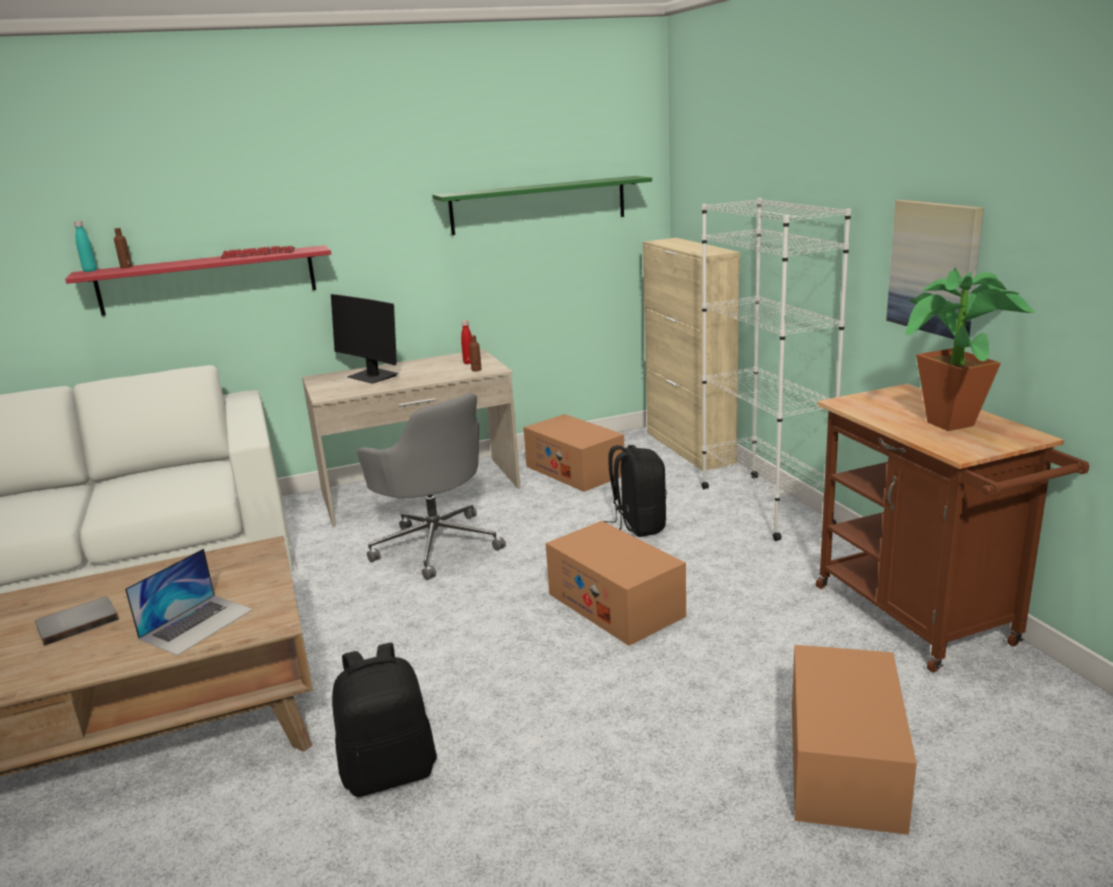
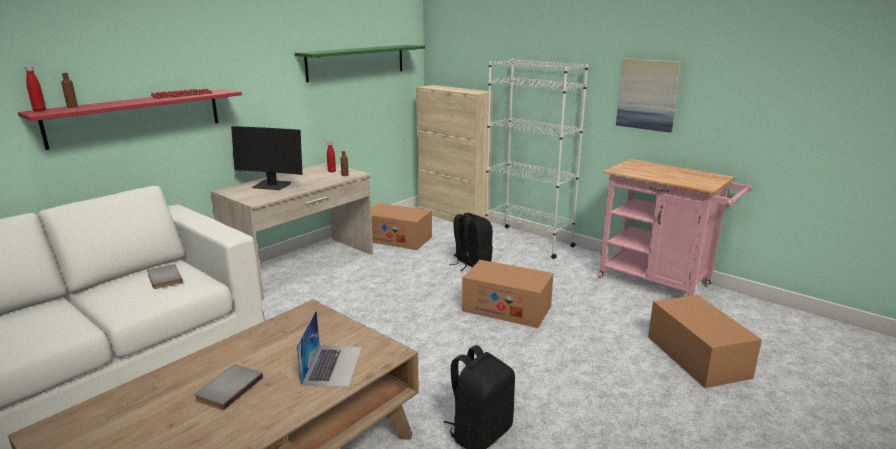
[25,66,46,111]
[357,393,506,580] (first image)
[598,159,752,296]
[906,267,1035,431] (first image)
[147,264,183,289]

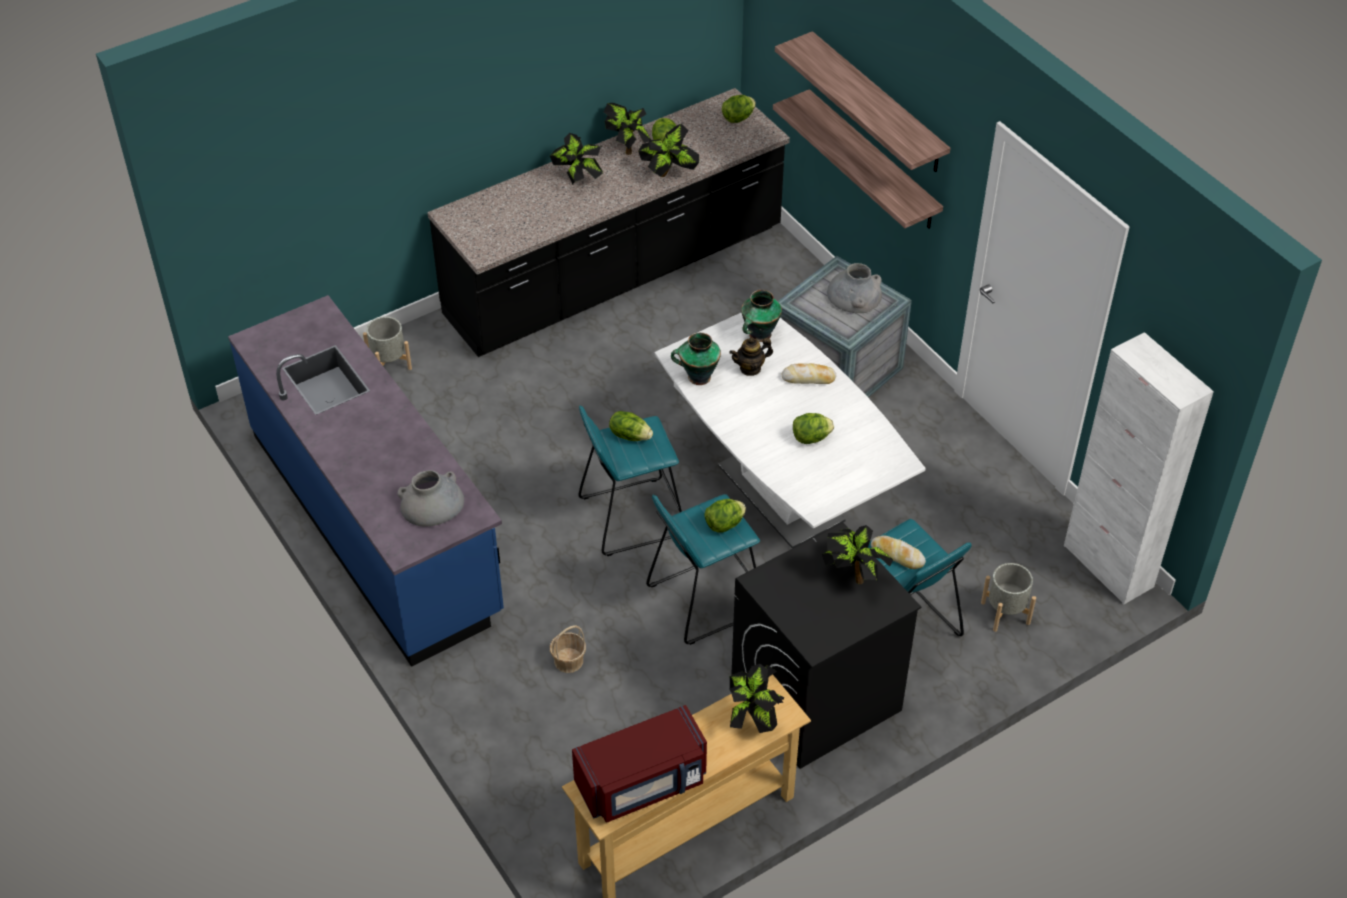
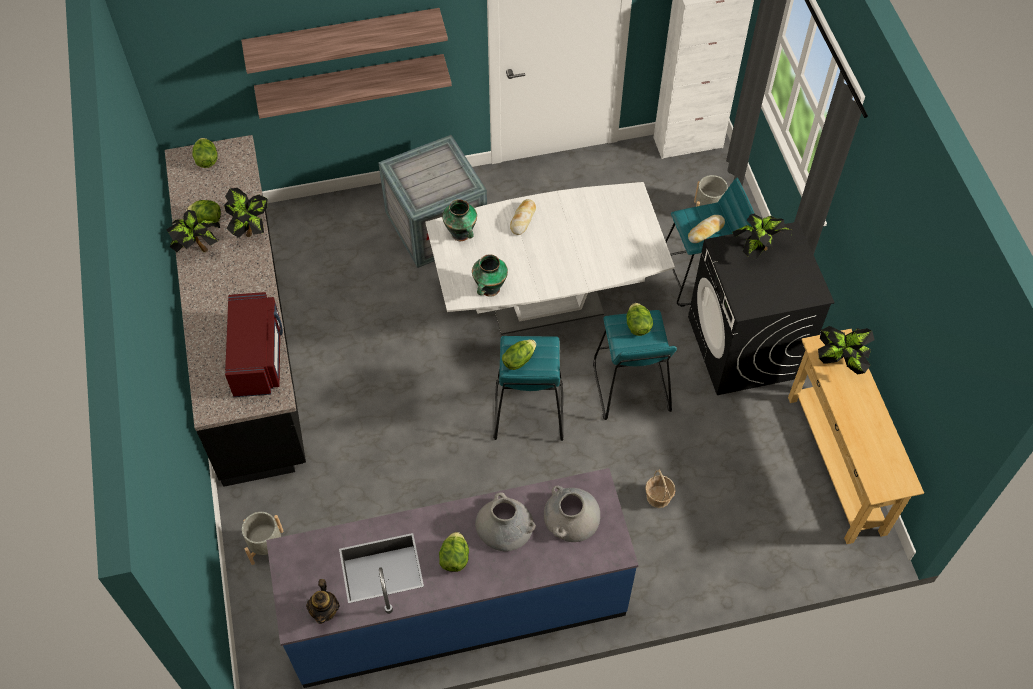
[550,133,603,184] (first image)
[225,292,283,397]
[306,579,339,624]
[439,532,469,572]
[475,492,536,551]

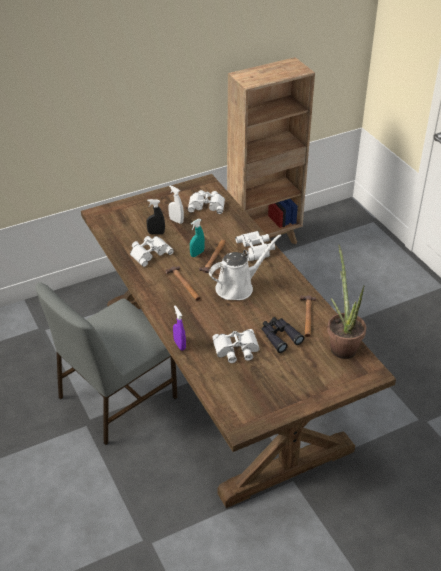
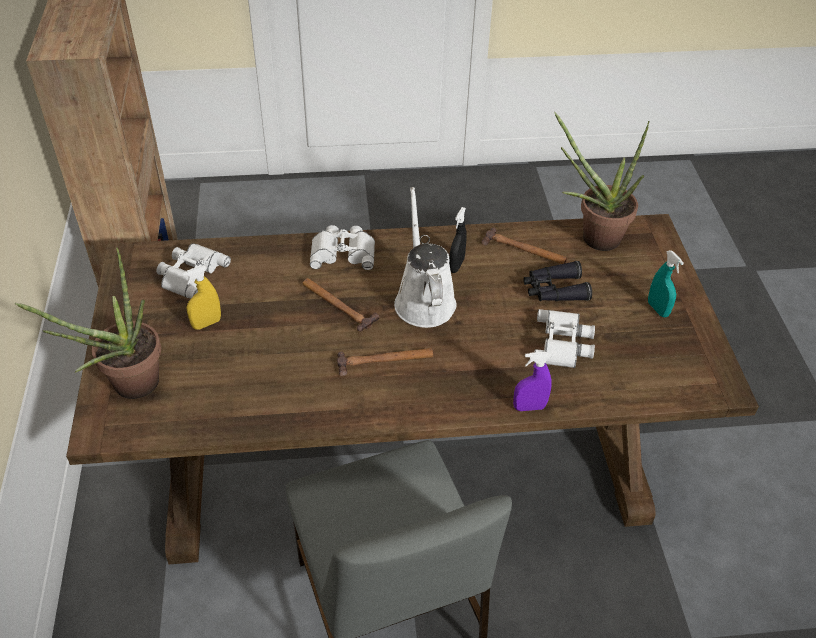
[130,236,174,267] (first image)
[449,207,467,273]
[183,266,221,330]
[648,250,684,317]
[15,248,161,399]

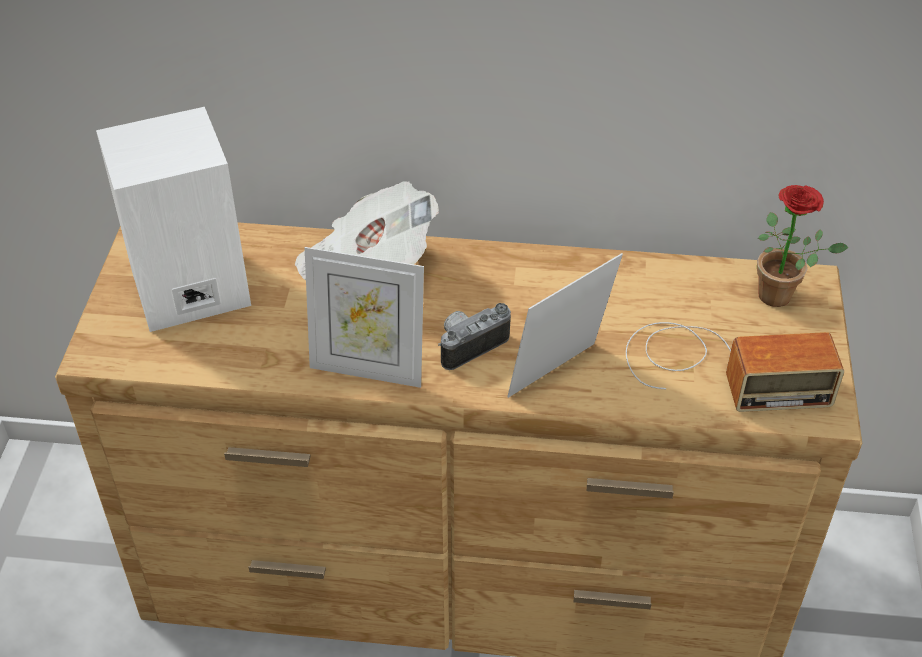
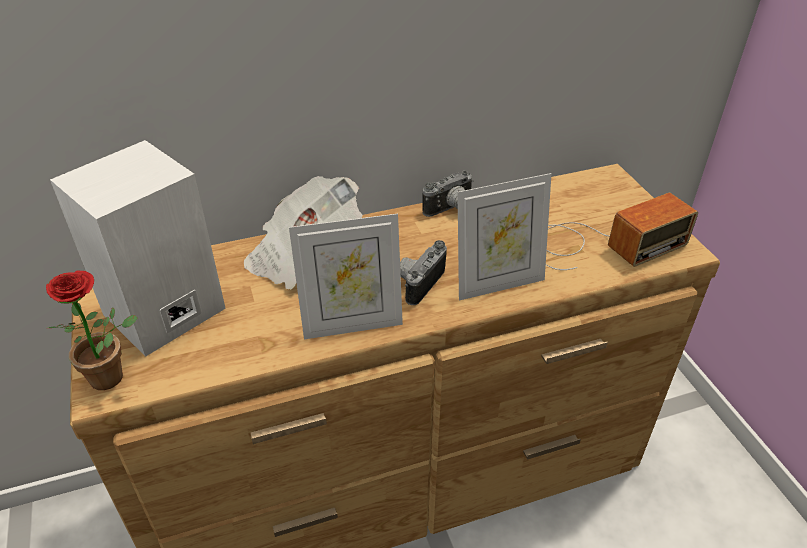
[458,173,551,301]
[46,271,138,390]
[422,171,473,217]

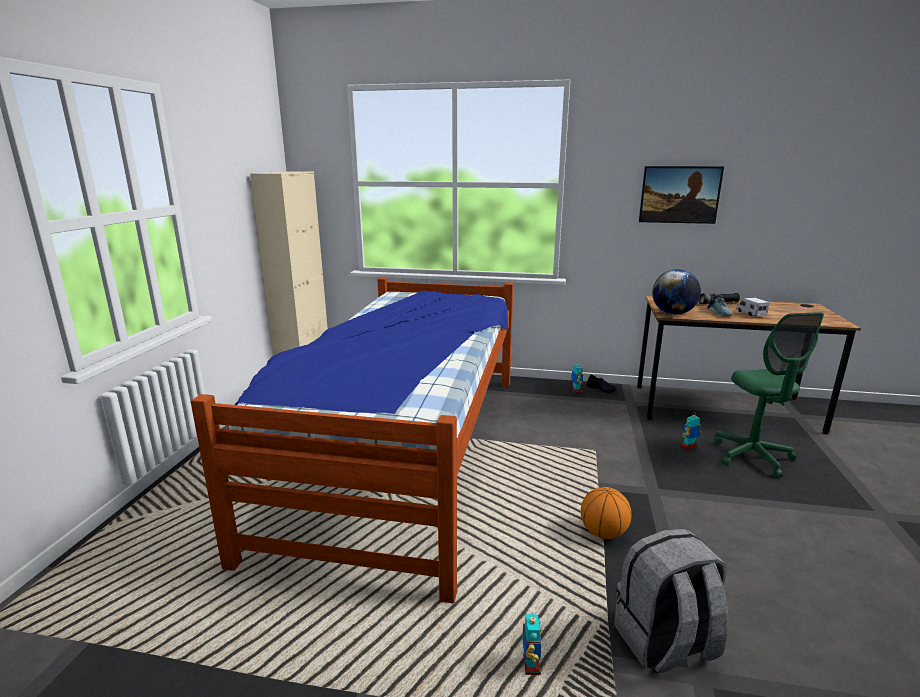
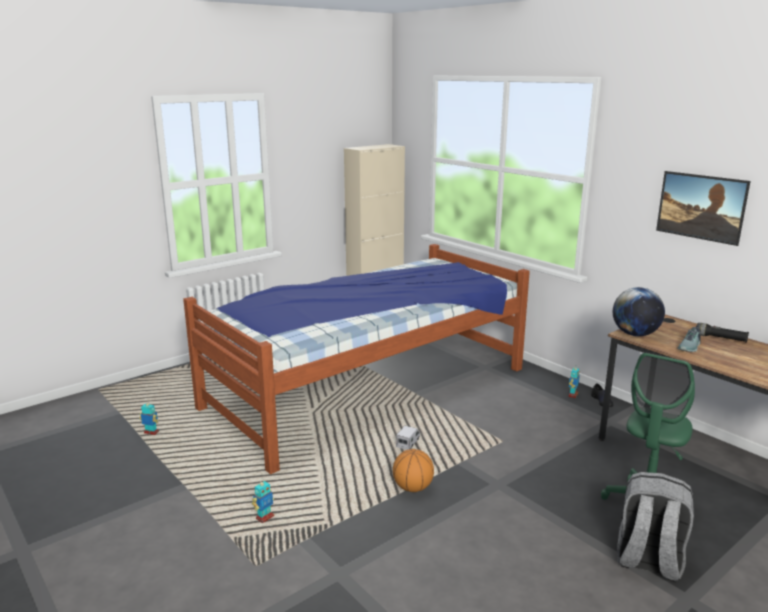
[617,472,694,582]
[140,400,159,435]
[396,426,420,450]

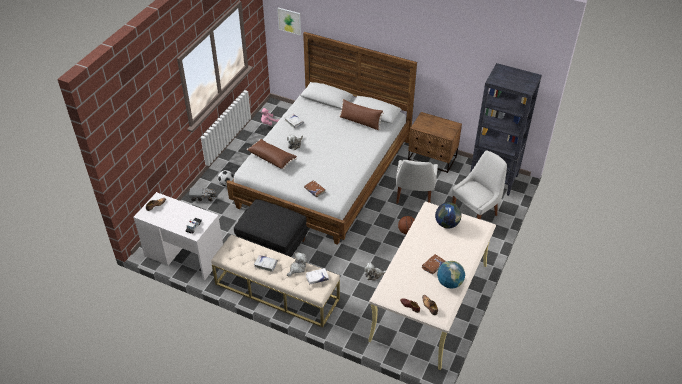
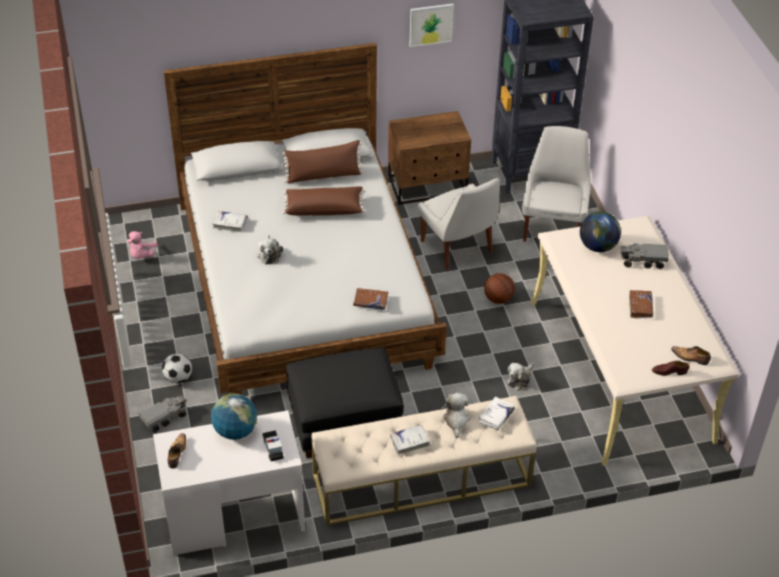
[282,187,365,215]
[410,4,454,47]
[211,393,257,440]
[620,244,669,269]

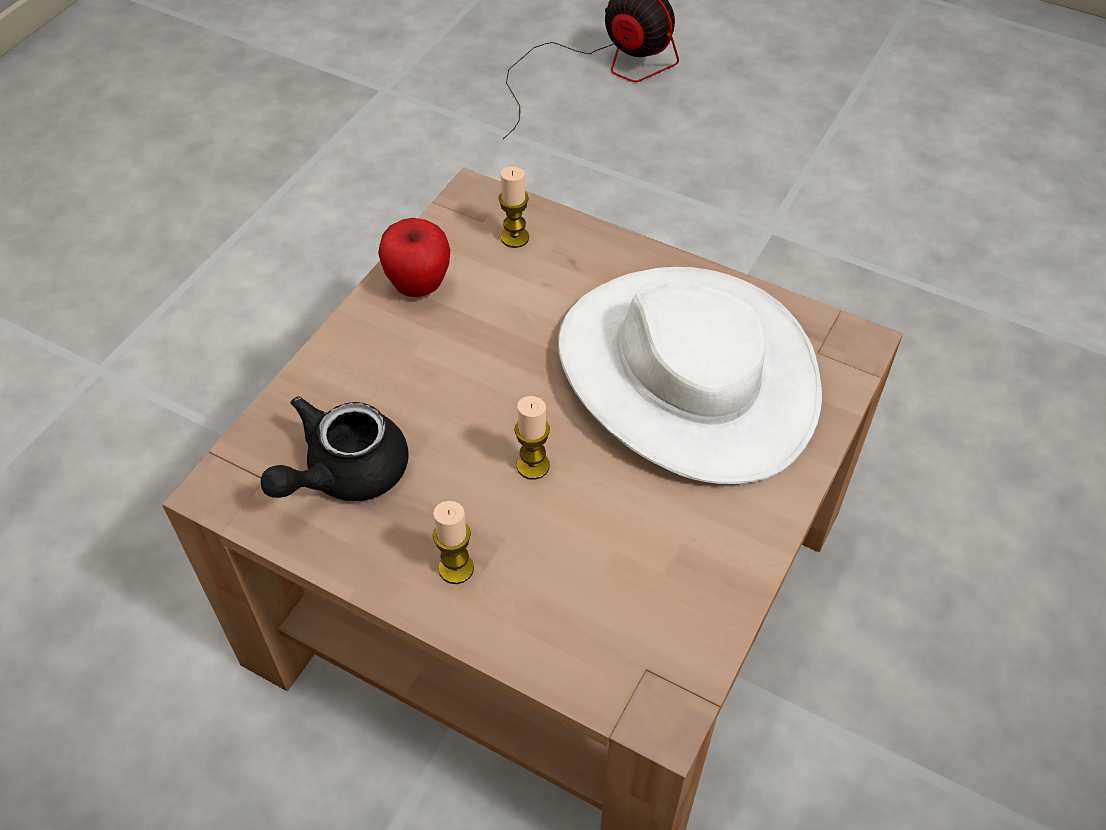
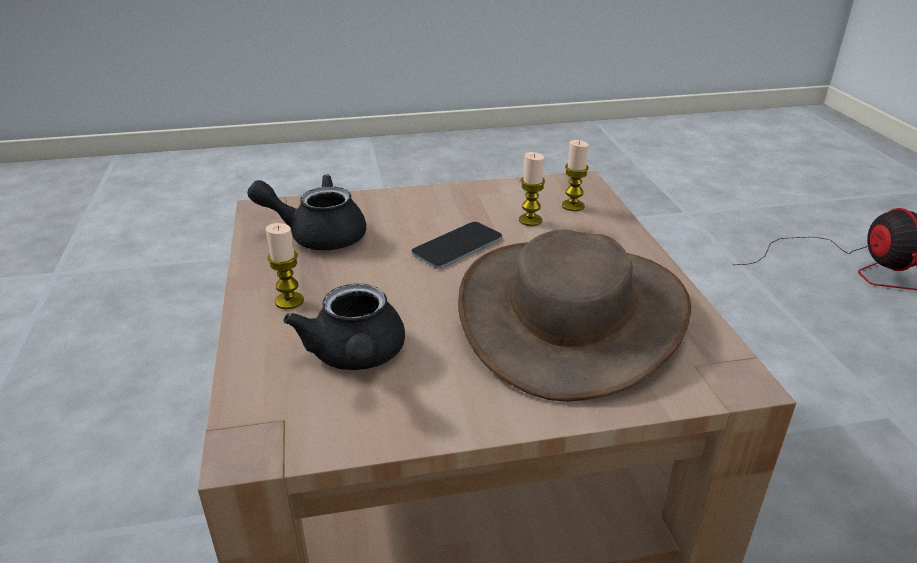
[378,218,451,297] (first image)
[519,152,545,226]
[458,230,691,402]
[283,284,405,370]
[411,222,502,269]

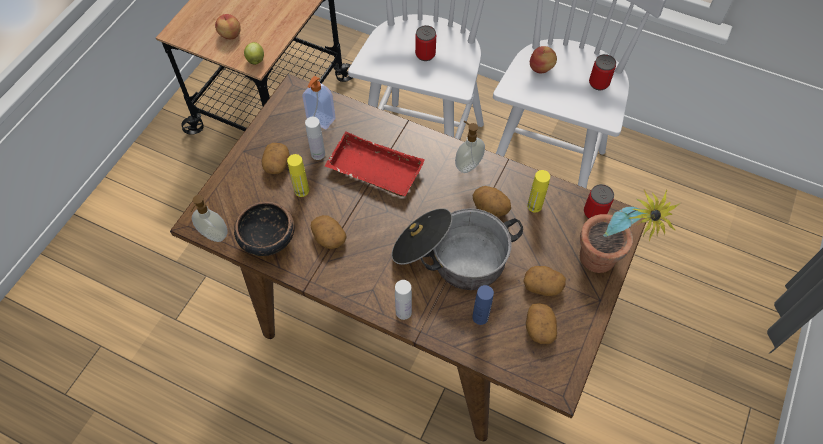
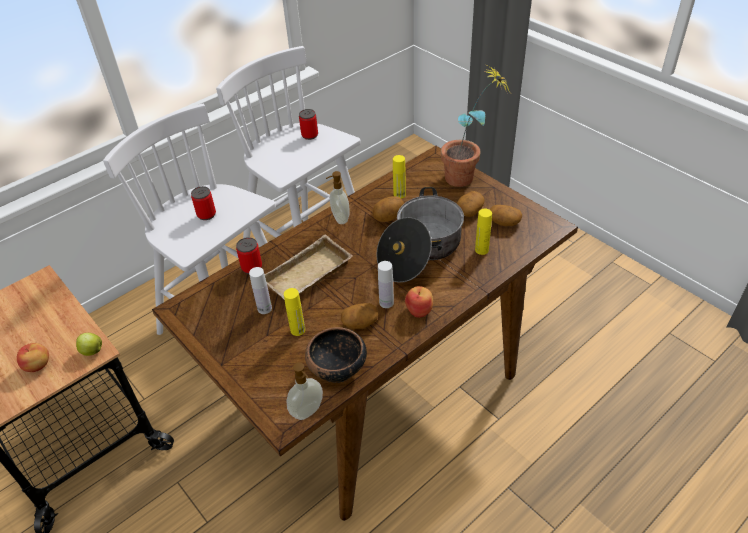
[262,143,290,174] (first image)
[302,76,336,130] (first image)
[265,235,353,299]
[378,261,394,308]
[475,209,492,255]
[405,286,433,318]
[236,237,262,274]

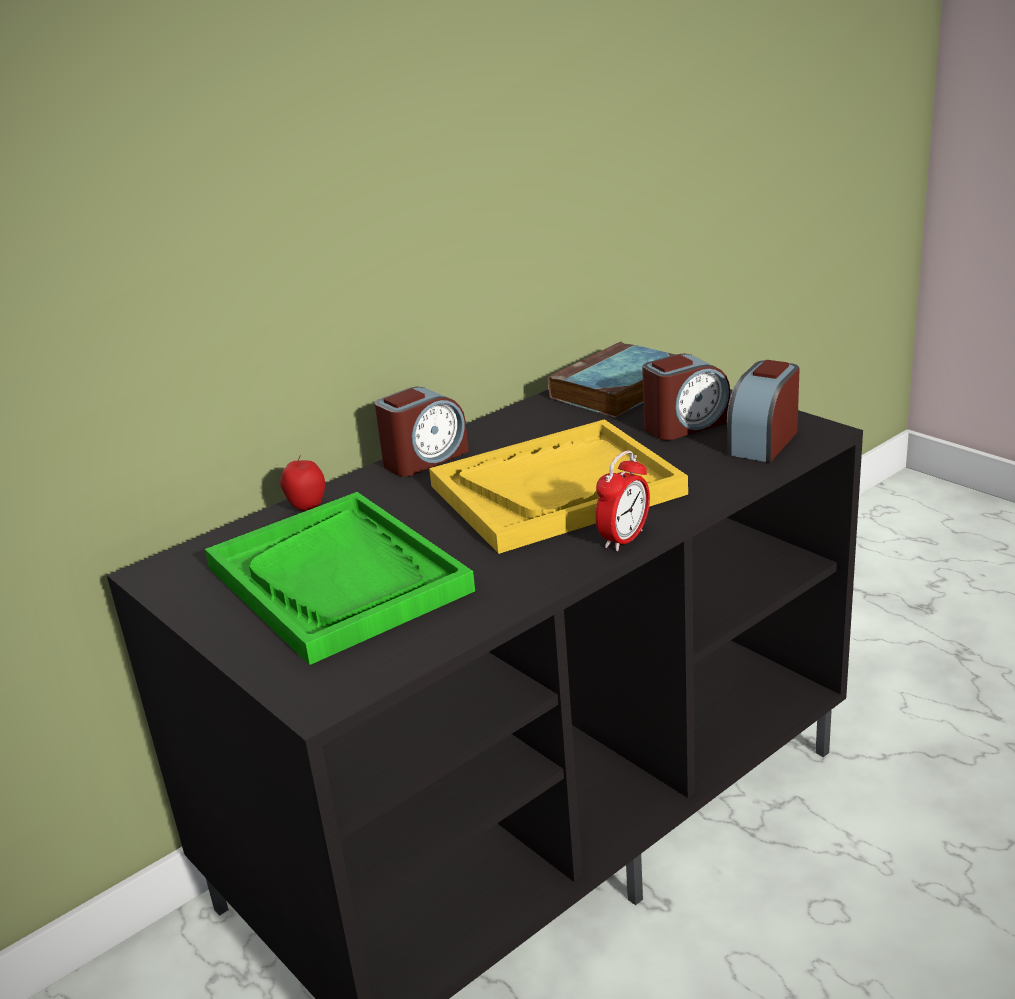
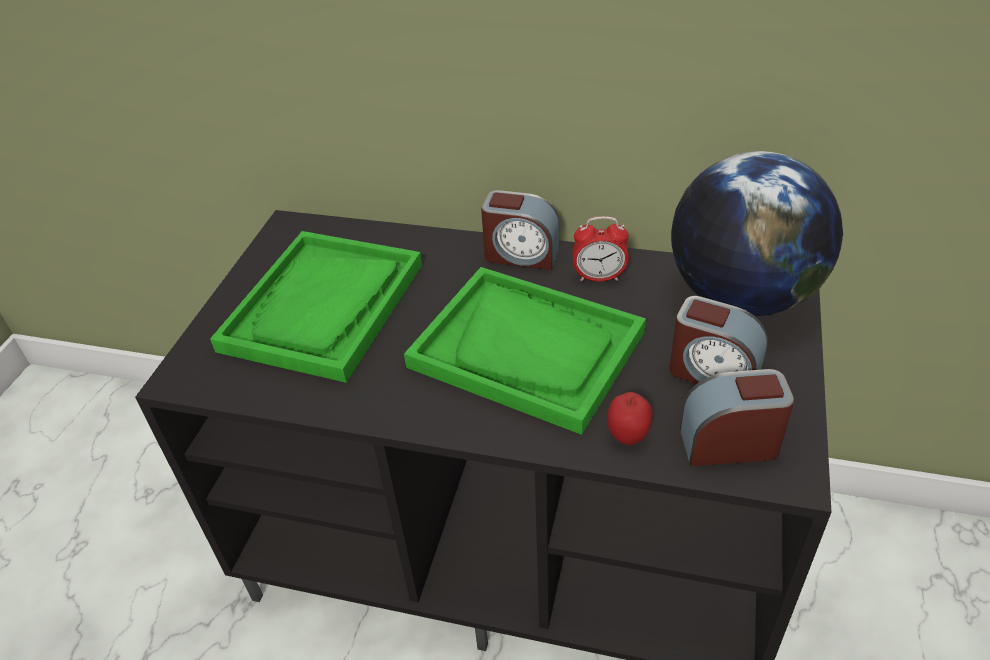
[607,392,652,445]
[404,267,646,435]
[671,151,843,316]
[573,216,629,282]

